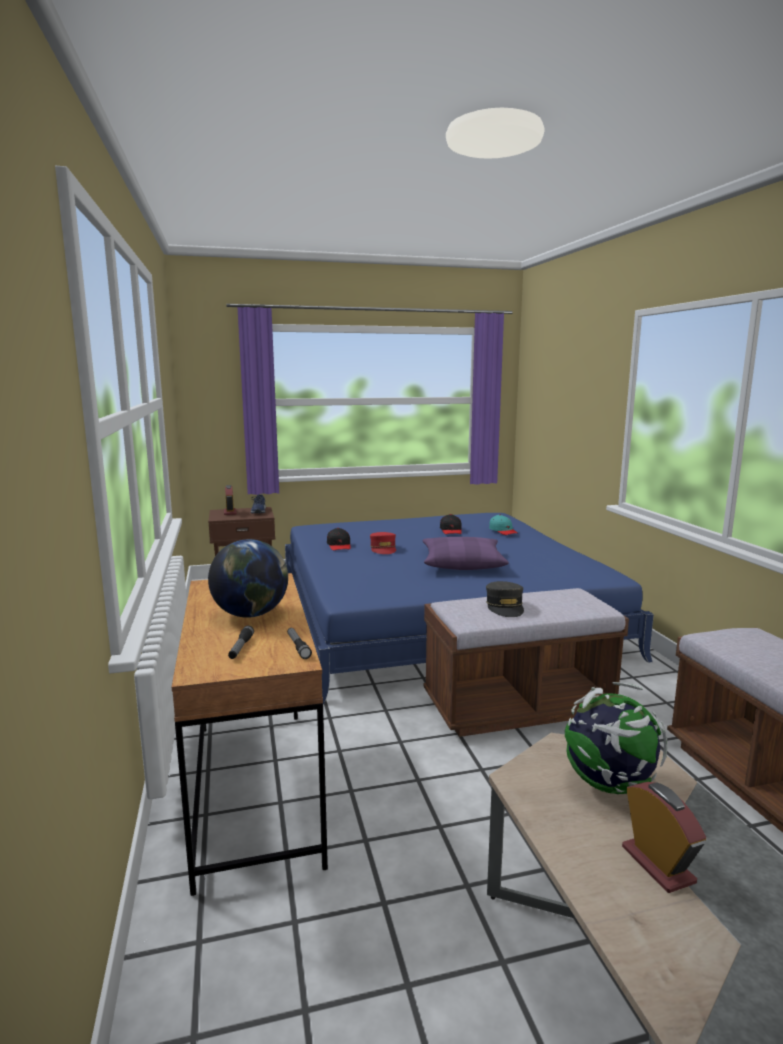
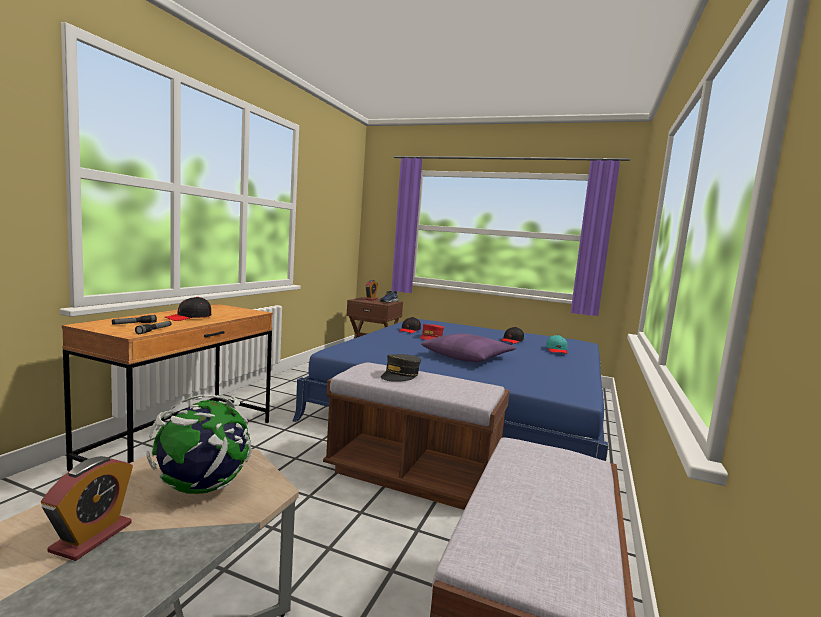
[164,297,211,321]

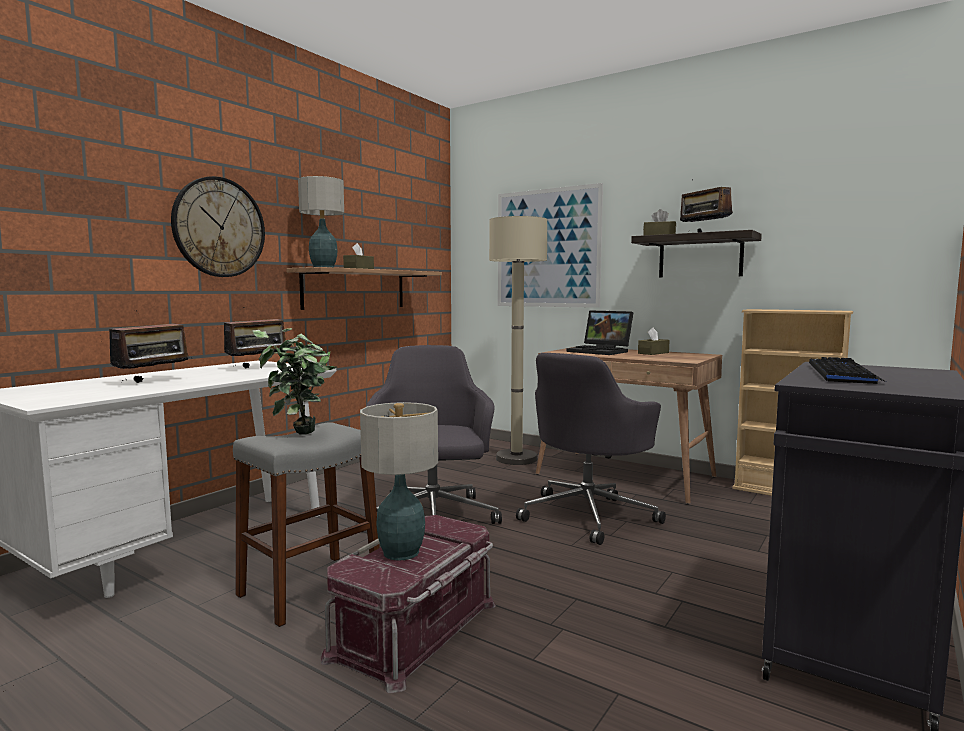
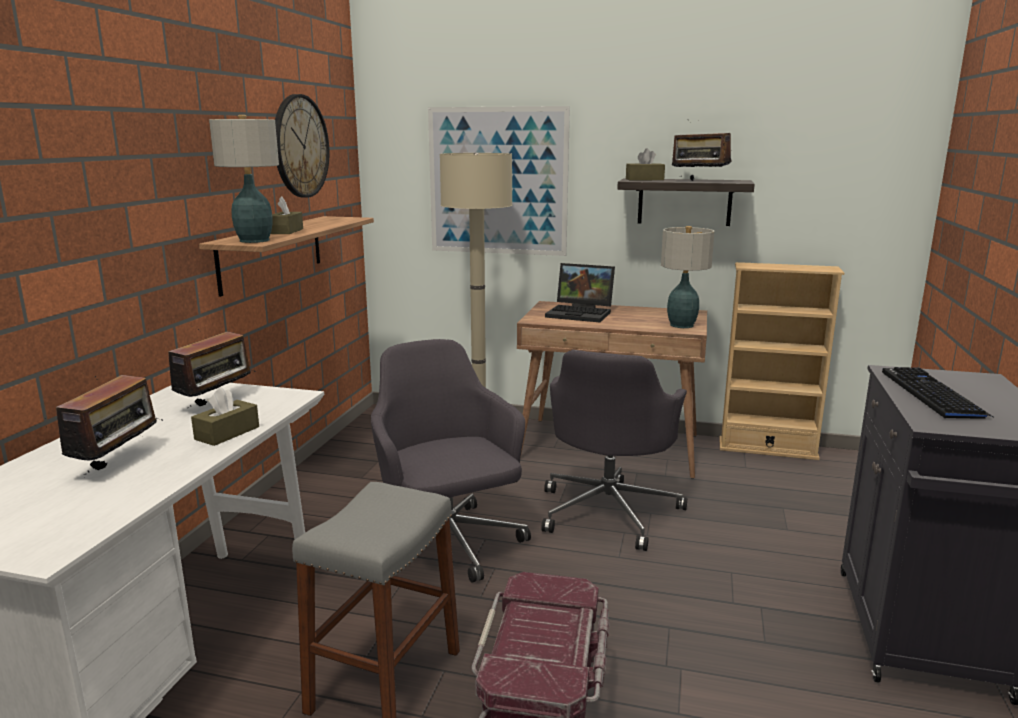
[275,94,329,198]
[252,328,337,435] (first image)
[661,226,714,328]
[191,387,259,446]

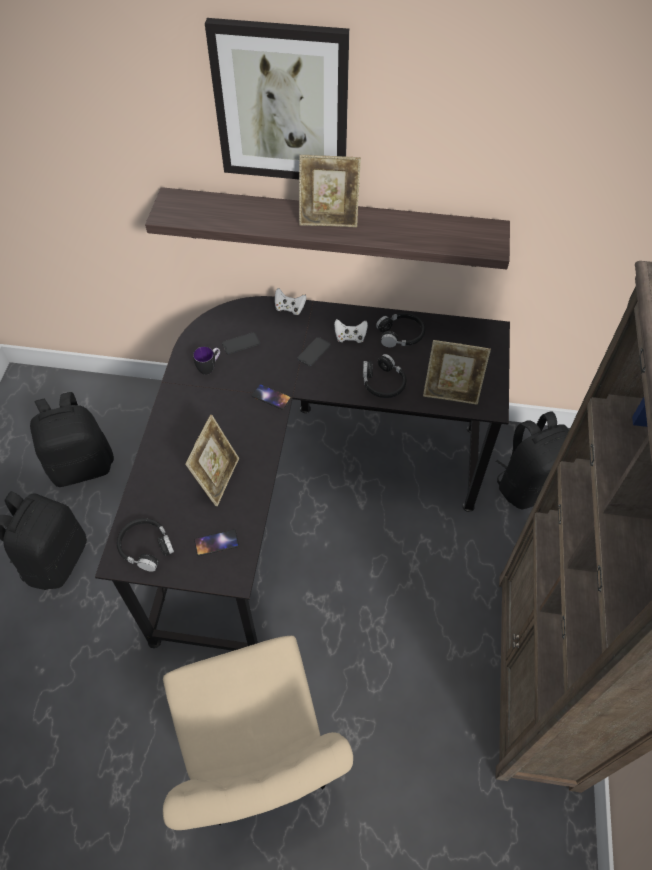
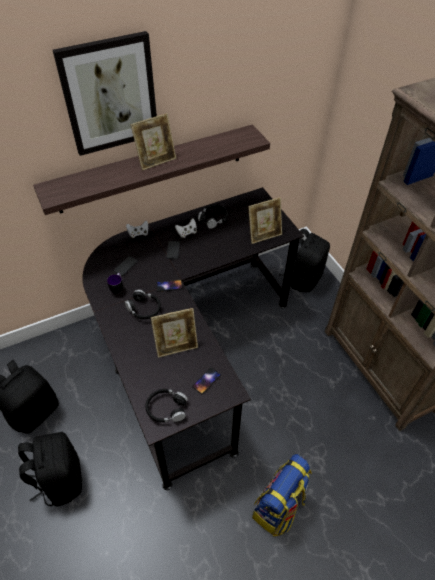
[252,454,312,537]
[151,308,198,358]
[125,290,161,319]

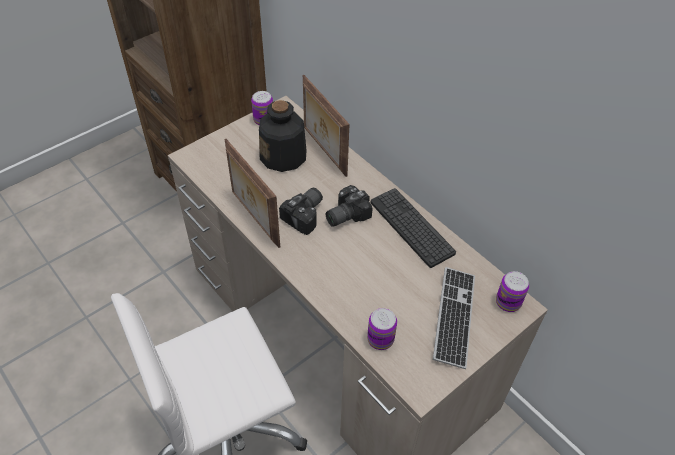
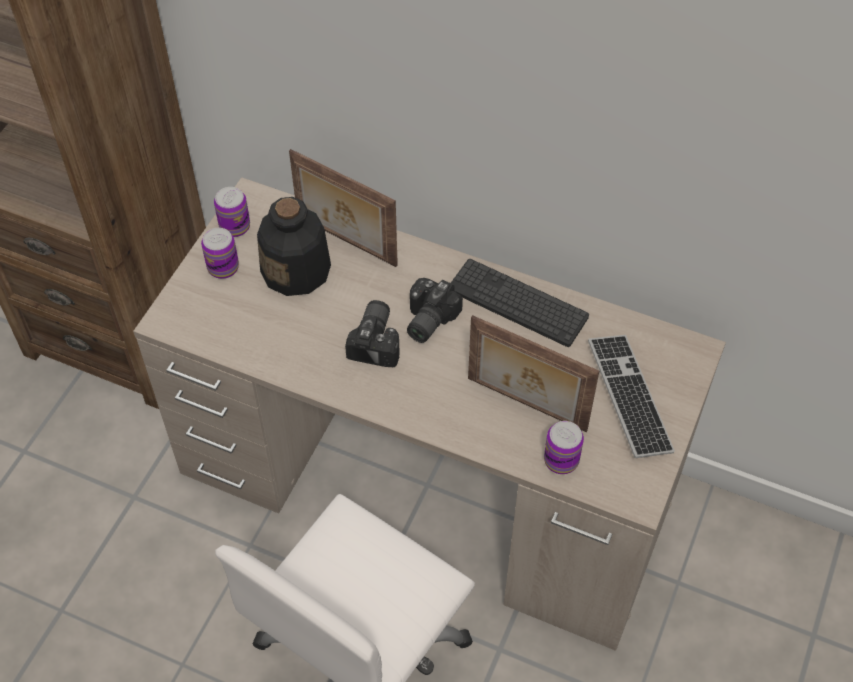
[468,315,599,432]
[201,228,239,279]

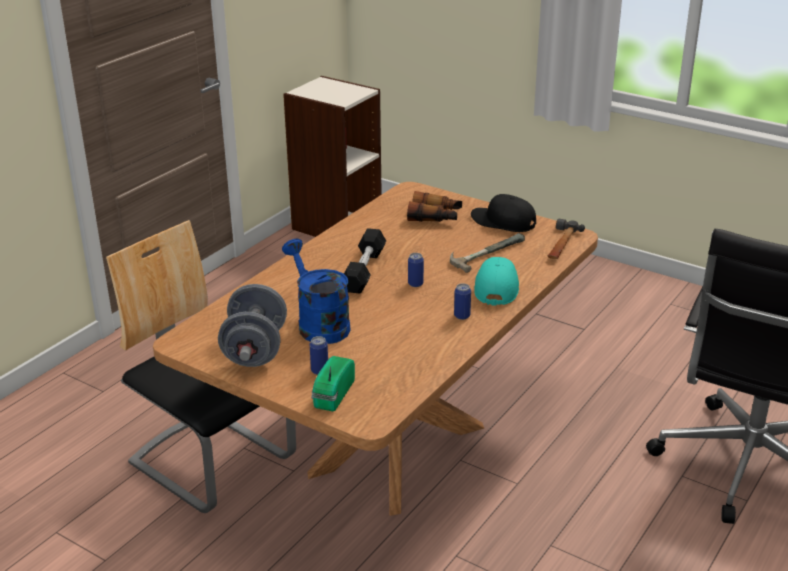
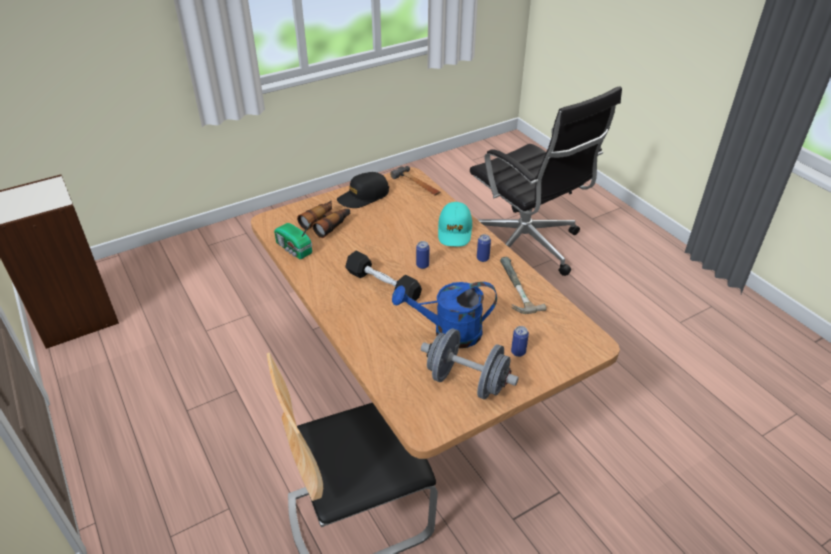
[274,223,312,259]
[500,257,546,314]
[438,202,472,247]

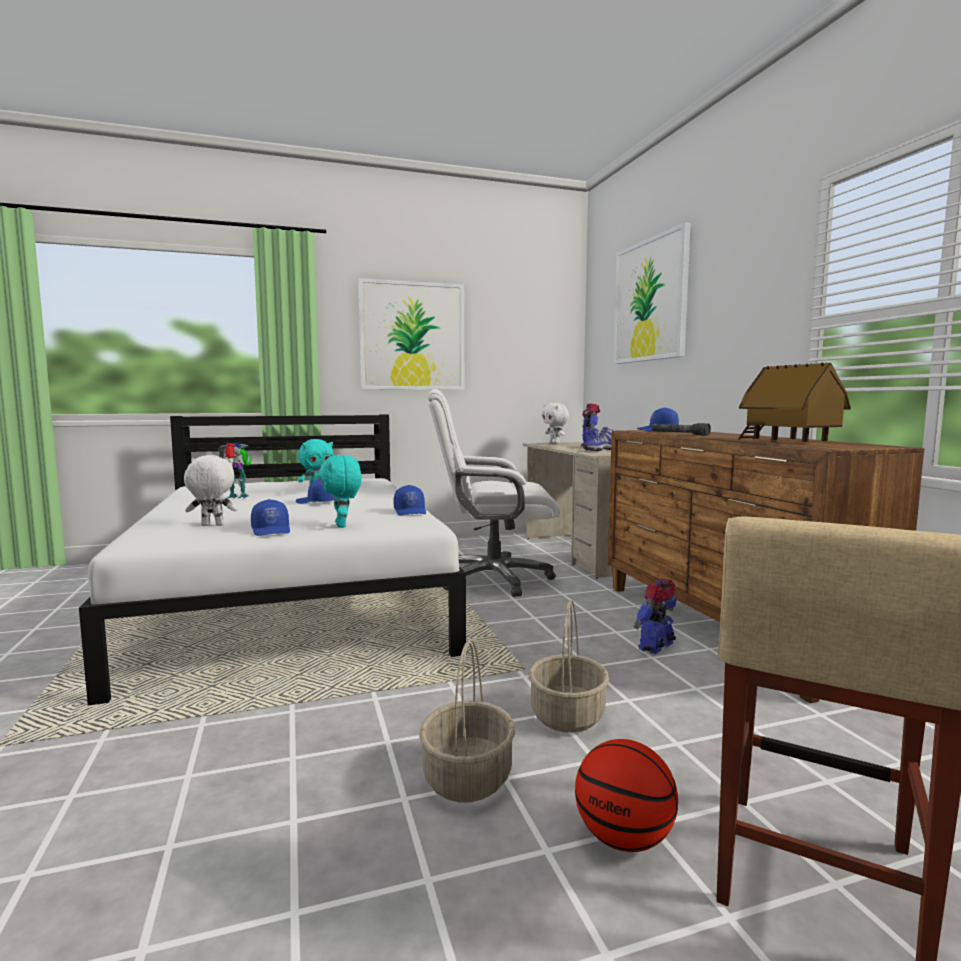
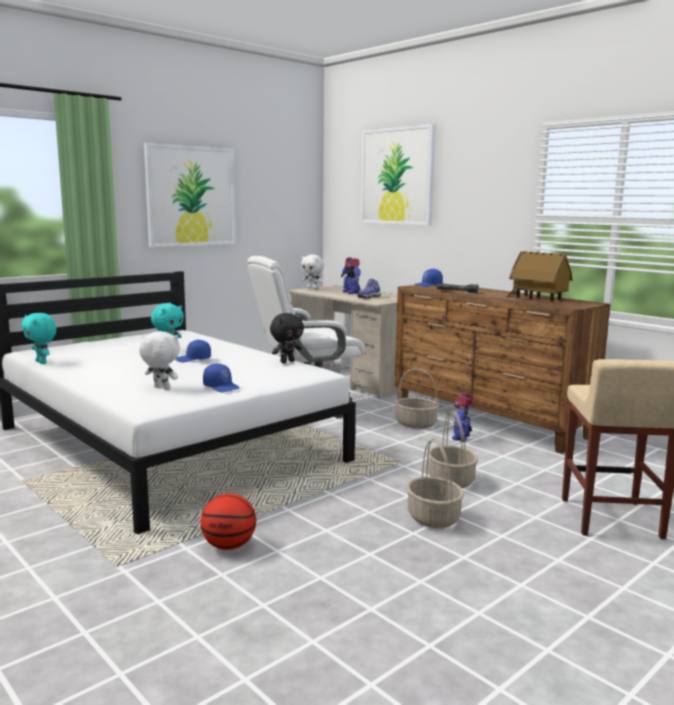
[139,331,180,390]
[218,443,251,498] (first image)
[21,313,56,364]
[270,313,304,363]
[200,493,256,550]
[395,368,439,429]

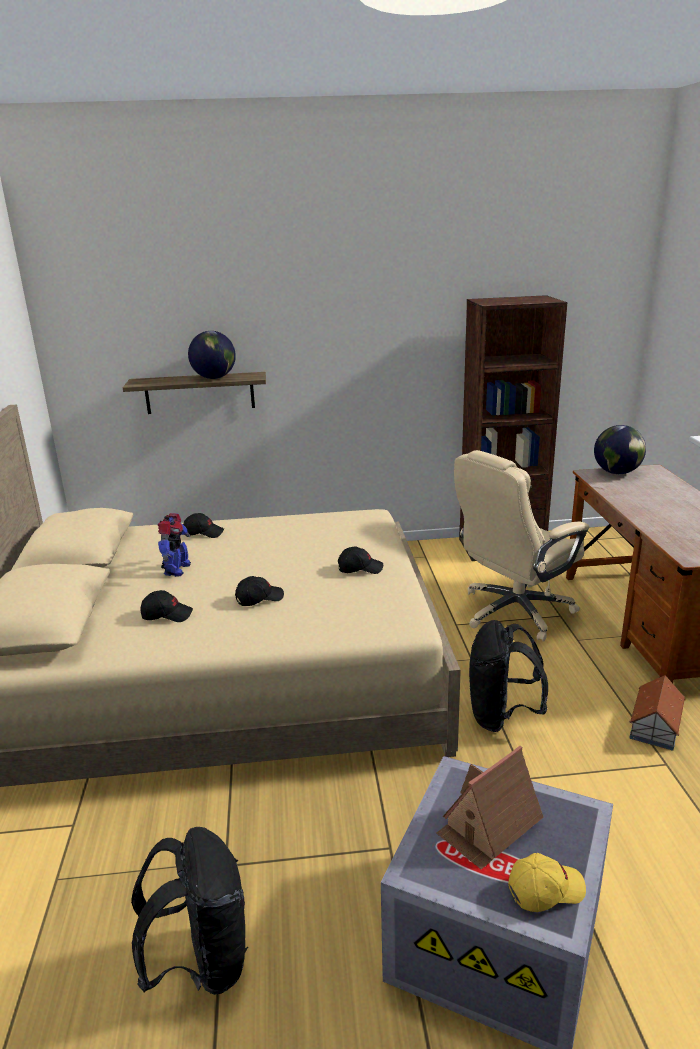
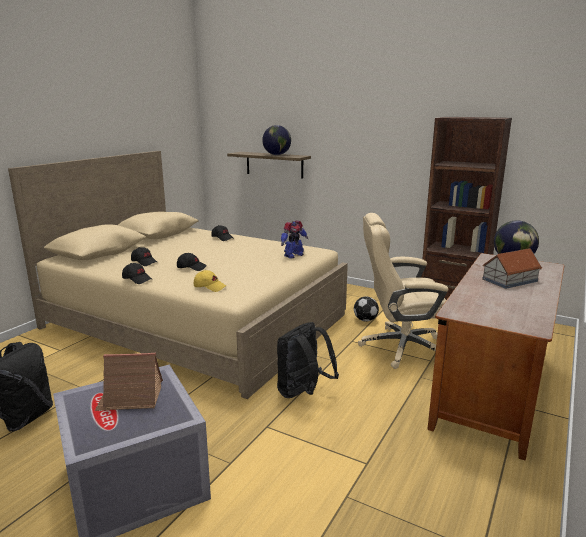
[281,220,308,259]
[122,263,152,284]
[194,270,226,292]
[482,248,542,289]
[354,297,379,321]

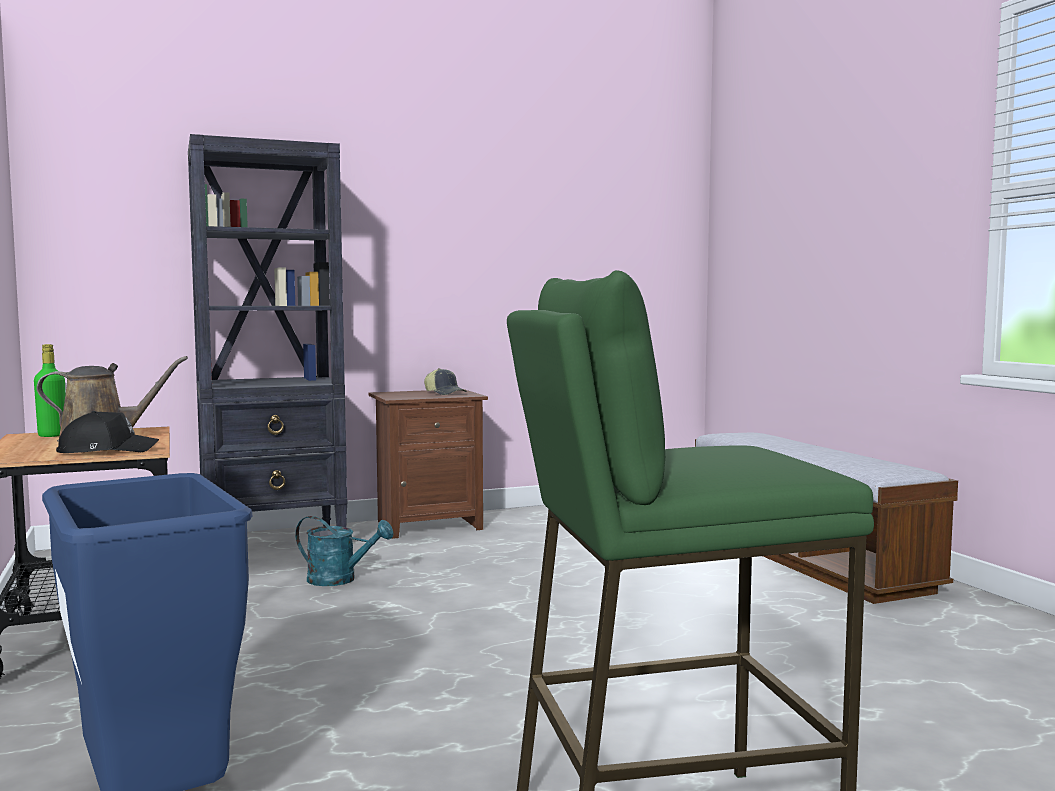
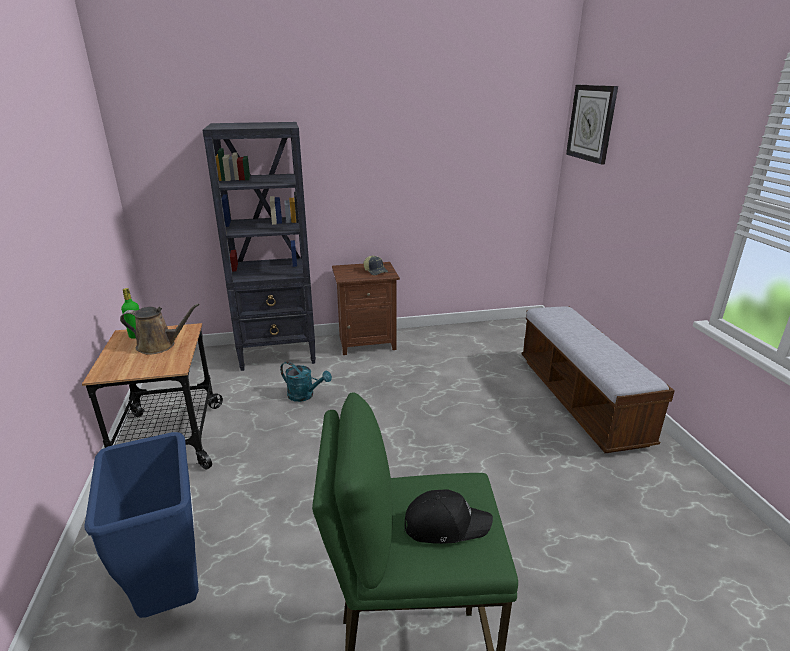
[404,489,493,544]
[566,85,618,164]

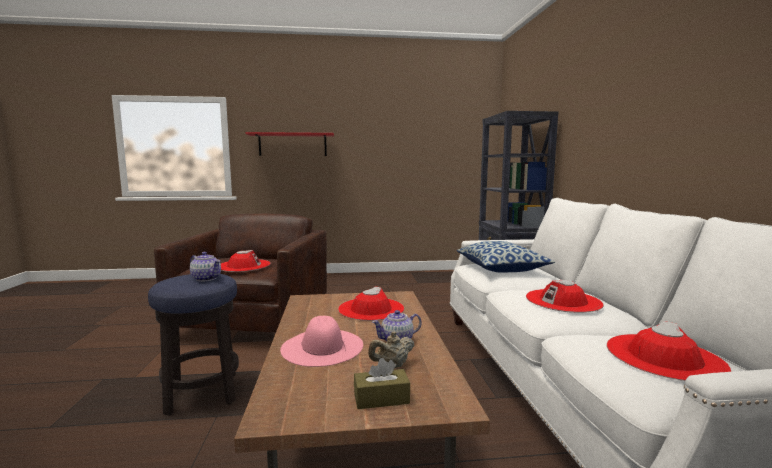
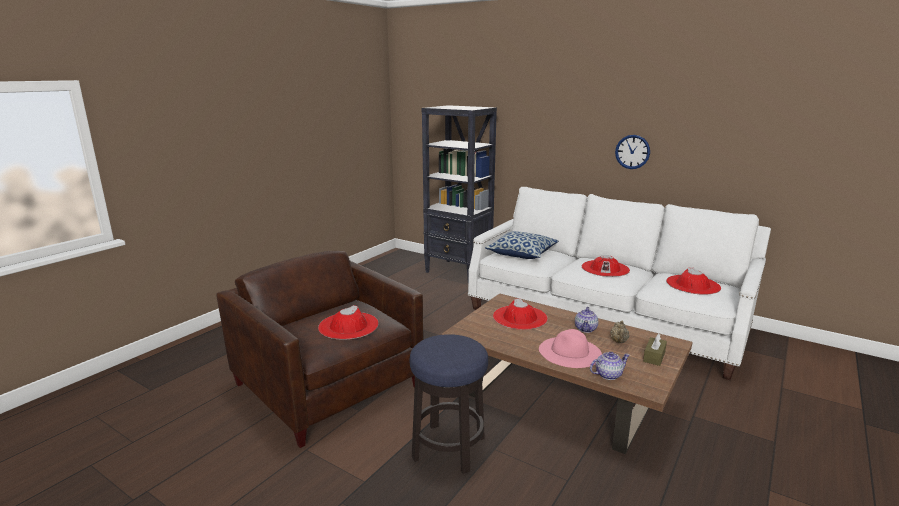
[590,352,630,380]
[245,132,334,156] (first image)
[615,135,650,169]

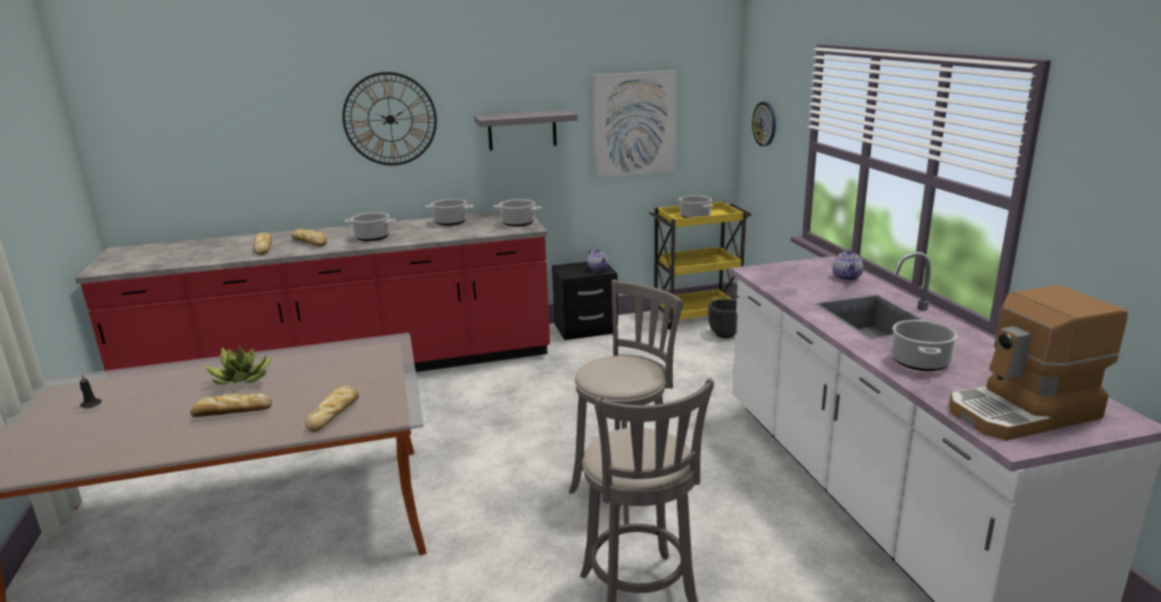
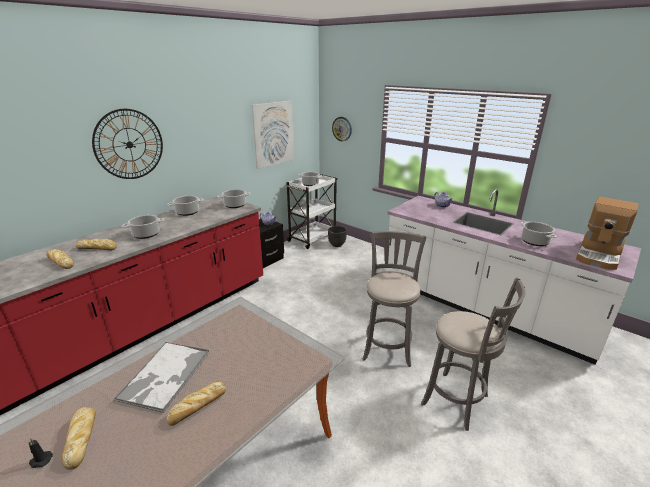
[114,342,209,413]
[61,407,96,470]
[474,110,577,151] (first image)
[285,174,338,249]

